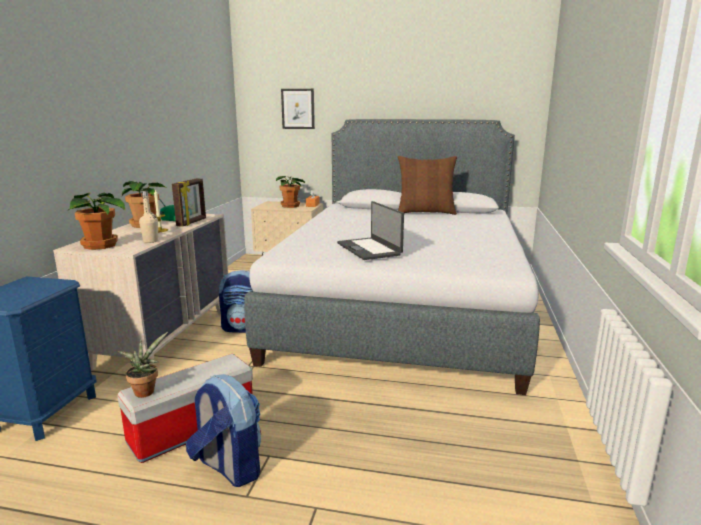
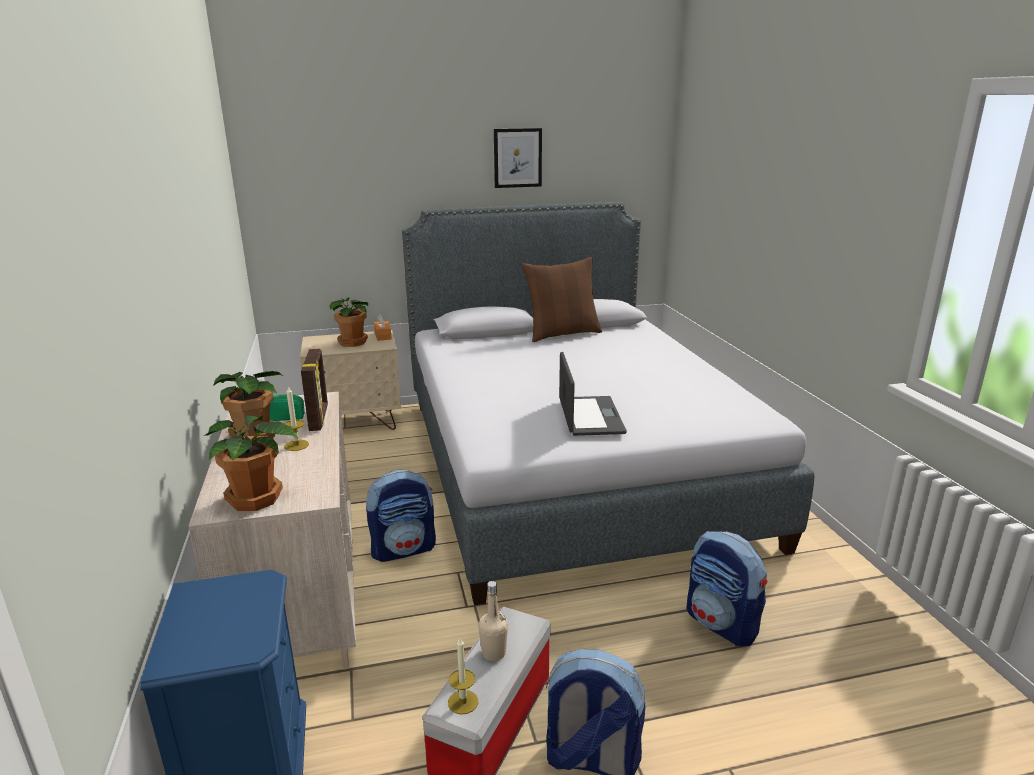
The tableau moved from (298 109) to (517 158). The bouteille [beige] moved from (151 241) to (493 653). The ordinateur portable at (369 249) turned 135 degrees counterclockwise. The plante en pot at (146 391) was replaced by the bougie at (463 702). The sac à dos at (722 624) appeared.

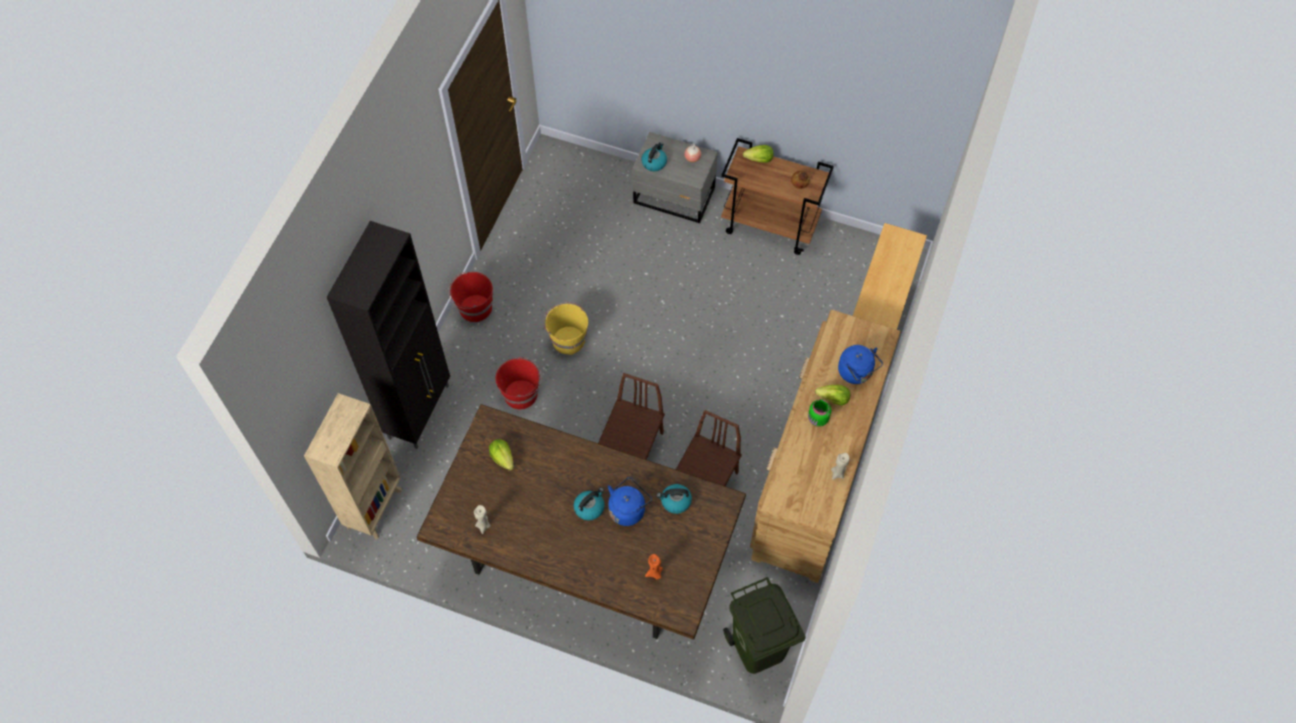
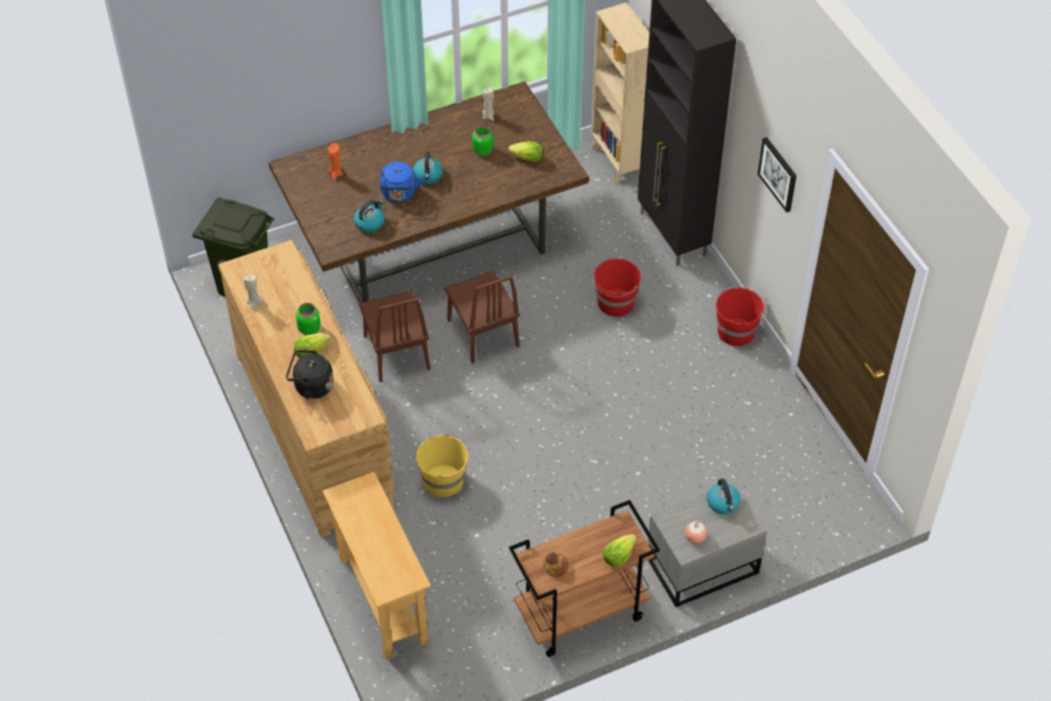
The seau [jaune] moved from (568 339) to (444 480). The bouilloire [bleu] at (856 373) became the bouilloire [noir] at (311 386). The bocal [vert] at (482 151) appeared. The tableau at (778 174) appeared.

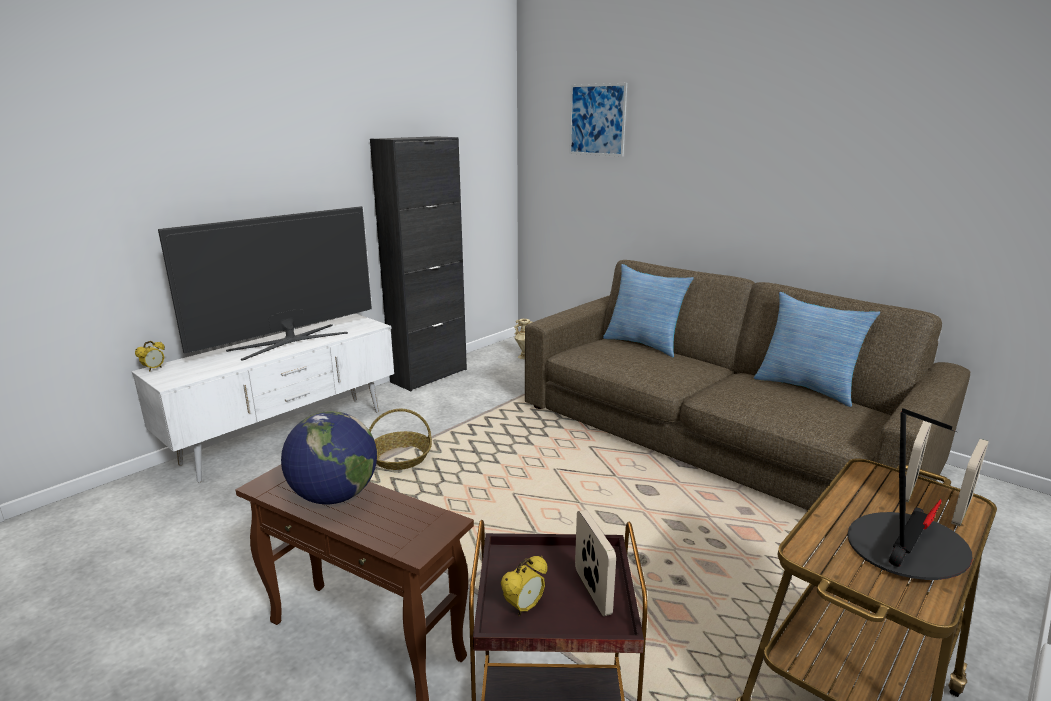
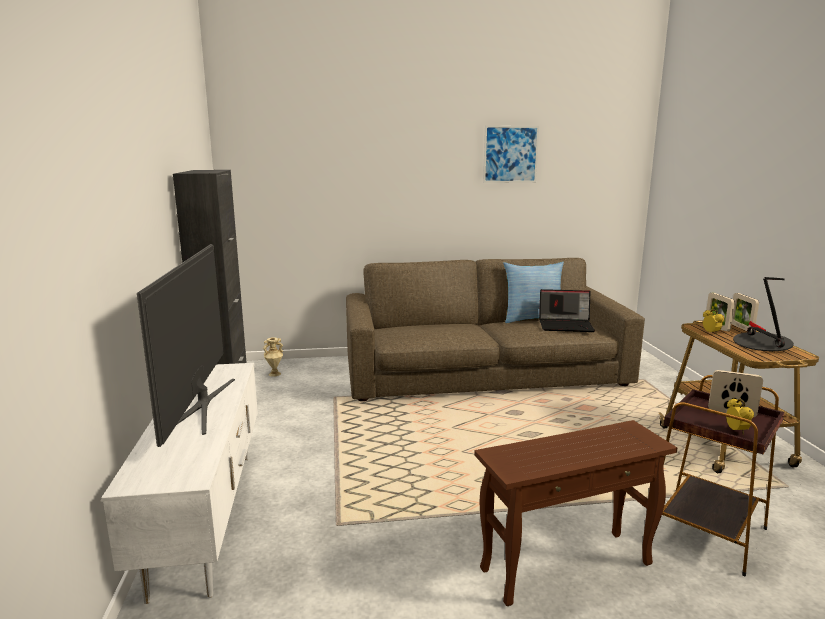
The tableau moved from (597 120) to (510 154). The coussin at (644 344) disappeared. The réveil moved from (154 369) to (711 333). The panier at (401 457) disappeared. The globe at (334 496) disappeared. The ordinateur portable at (566 325) appeared.

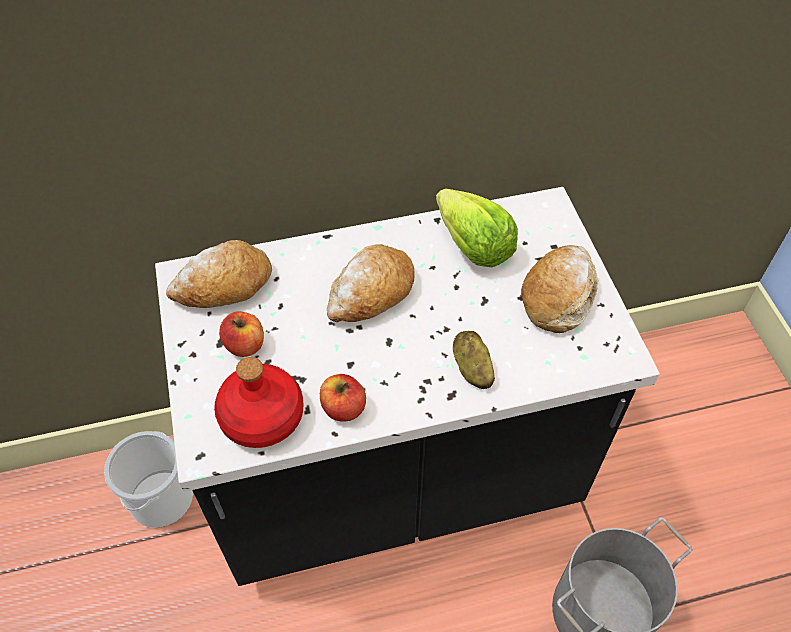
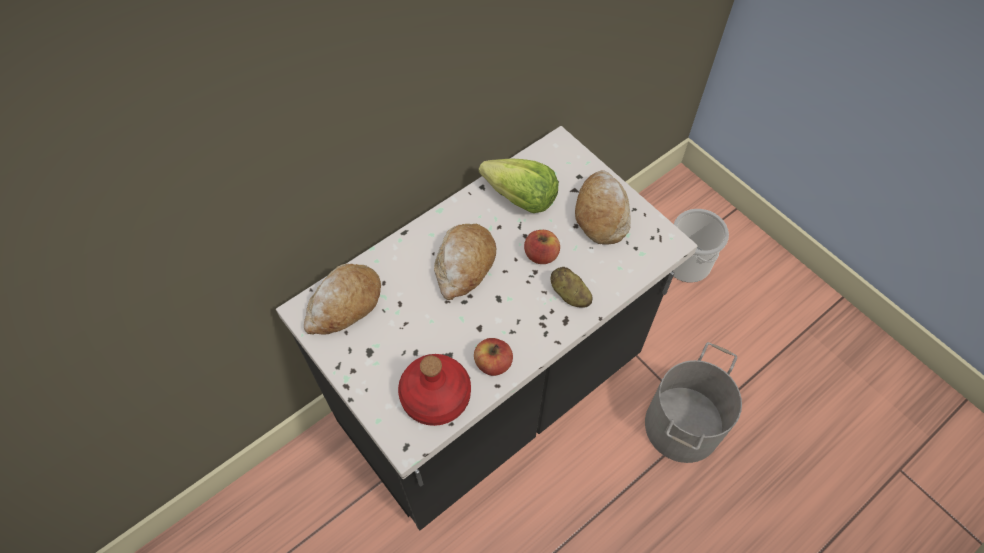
The pomme moved from (245 345) to (541 255). The seau moved from (161 497) to (686 262).

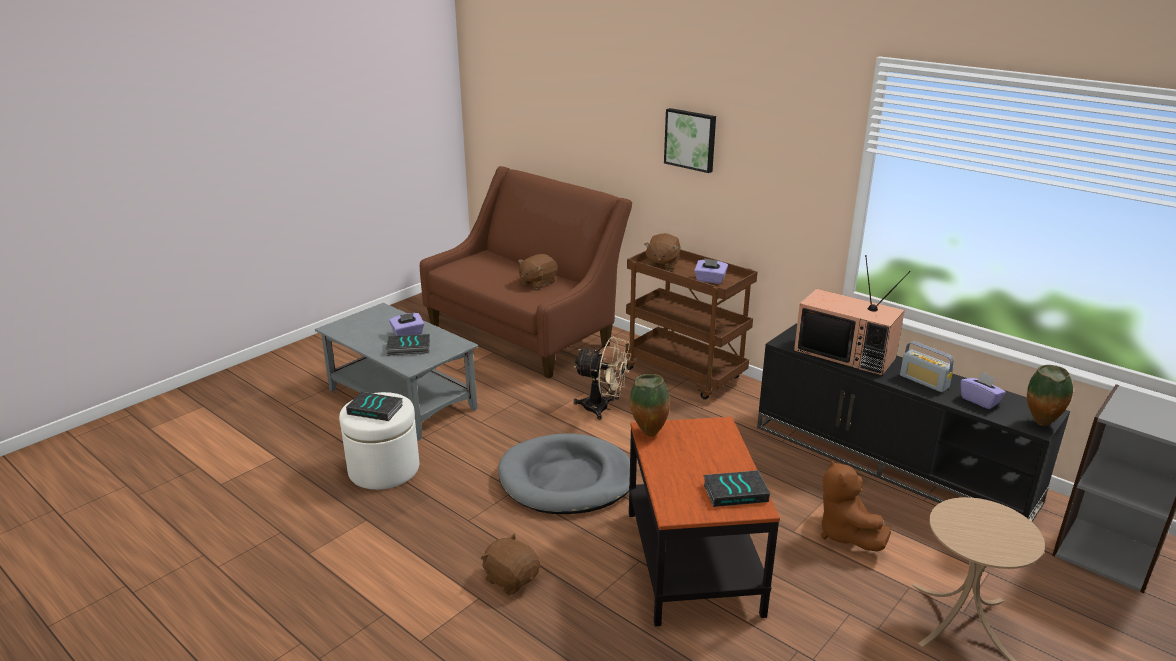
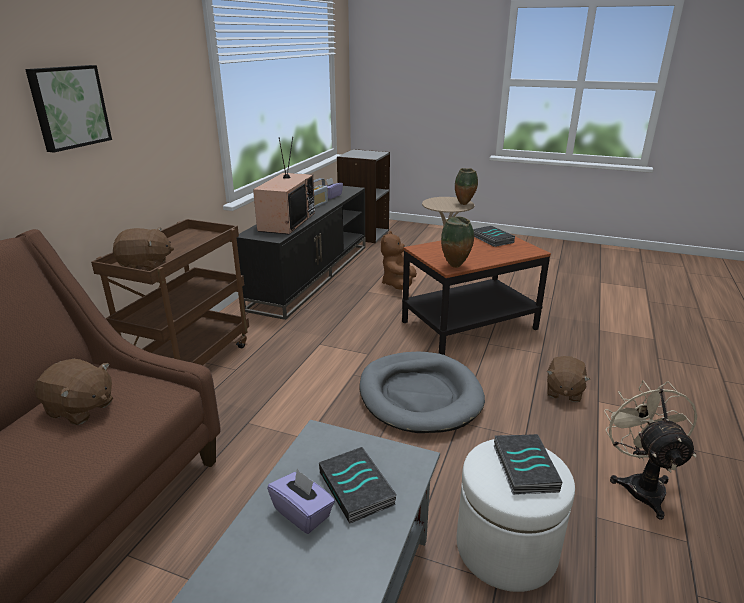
The boîte à mouchoirs [violet] at (710 280) disappeared. The ventilateur [beige] moved from (602 408) to (640 484). The vase moved from (1041 424) to (464 204). The peluche [marron] at (845 534) turned 135 degrees clockwise.

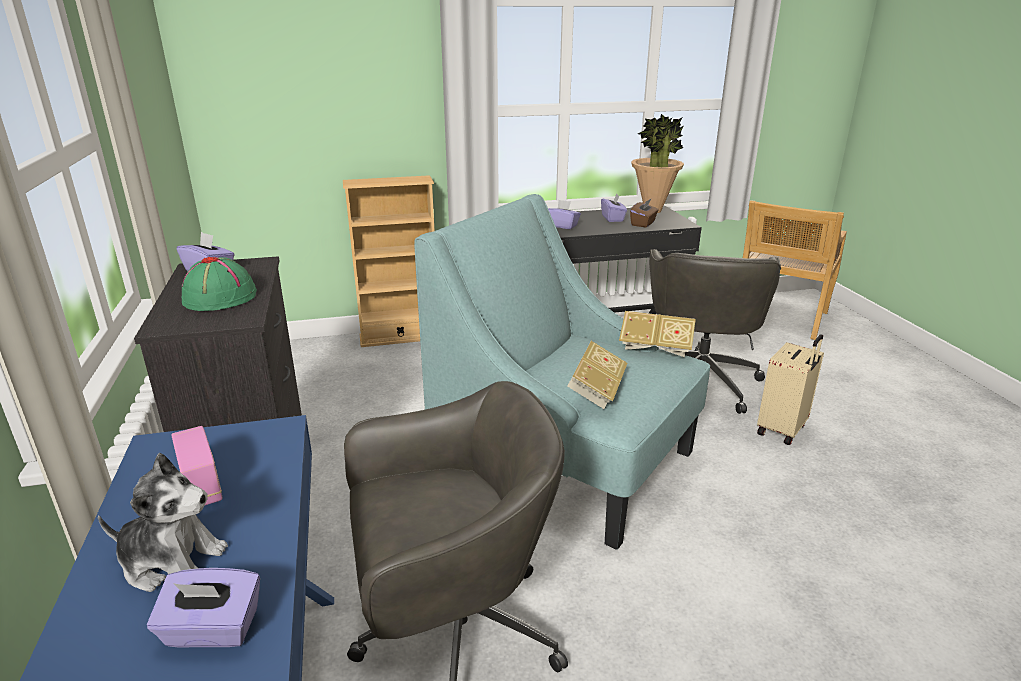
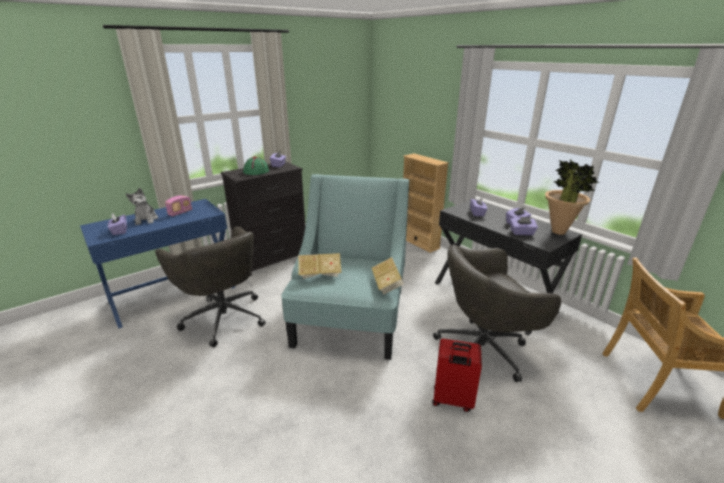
The boîte à mouchoirs [marron] at (643 223) became the boîte à mouchoirs [violet] at (522 233). The valise [beige] at (783 430) became the valise [rouge] at (452 400).

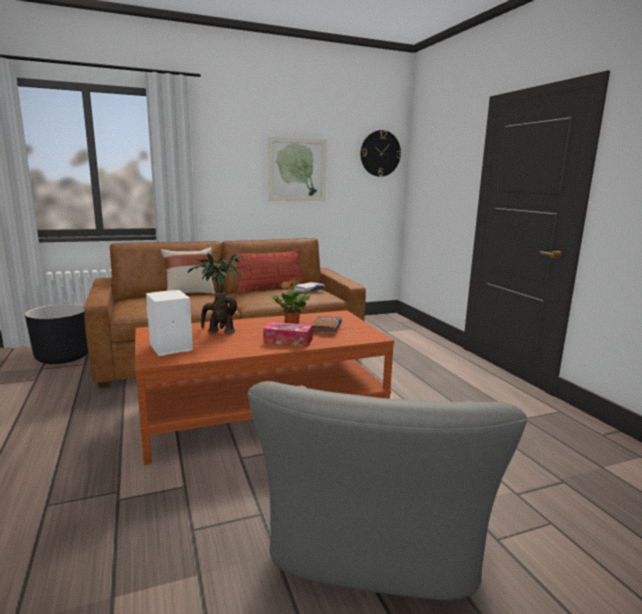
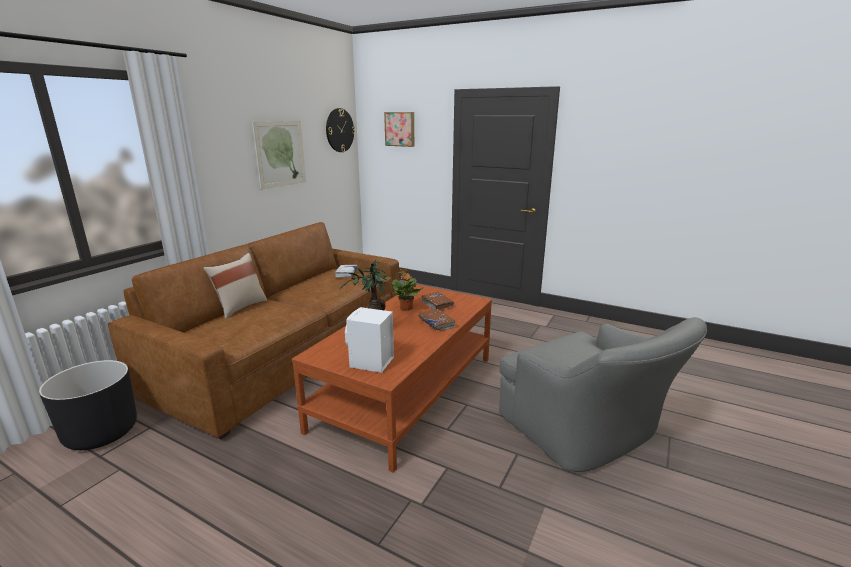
The coussin at (270 289) disappeared. The boîte à mouchoirs at (288 341) was replaced by the livre [marron] at (436 323). The tableau at (400 129) appeared.

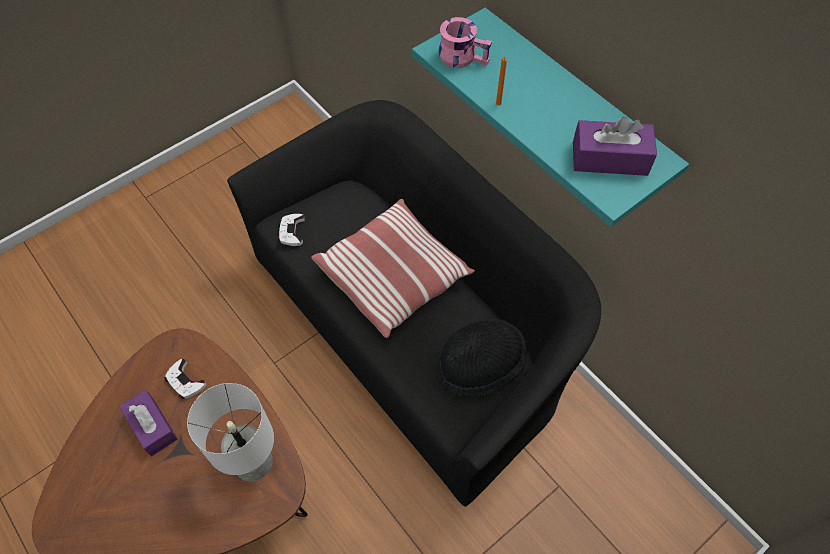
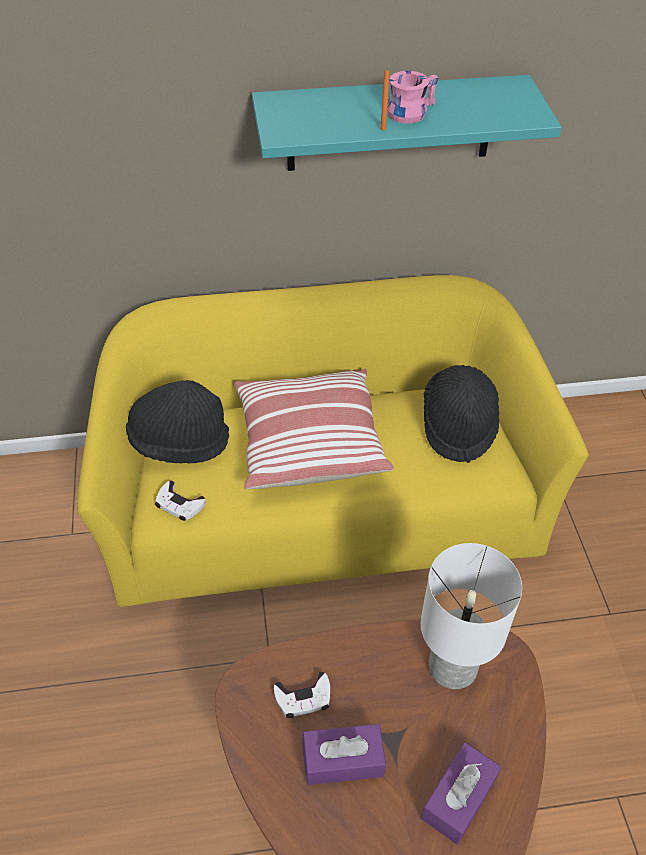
The mug [rose] moved from (463 55) to (409 111). The canapé [noir] at (414 328) became the canapé [jaune] at (322 506). The boîte à mouchoirs [violet] moved from (609 158) to (459 798). The chapeau [noir] at (178 441) appeared.

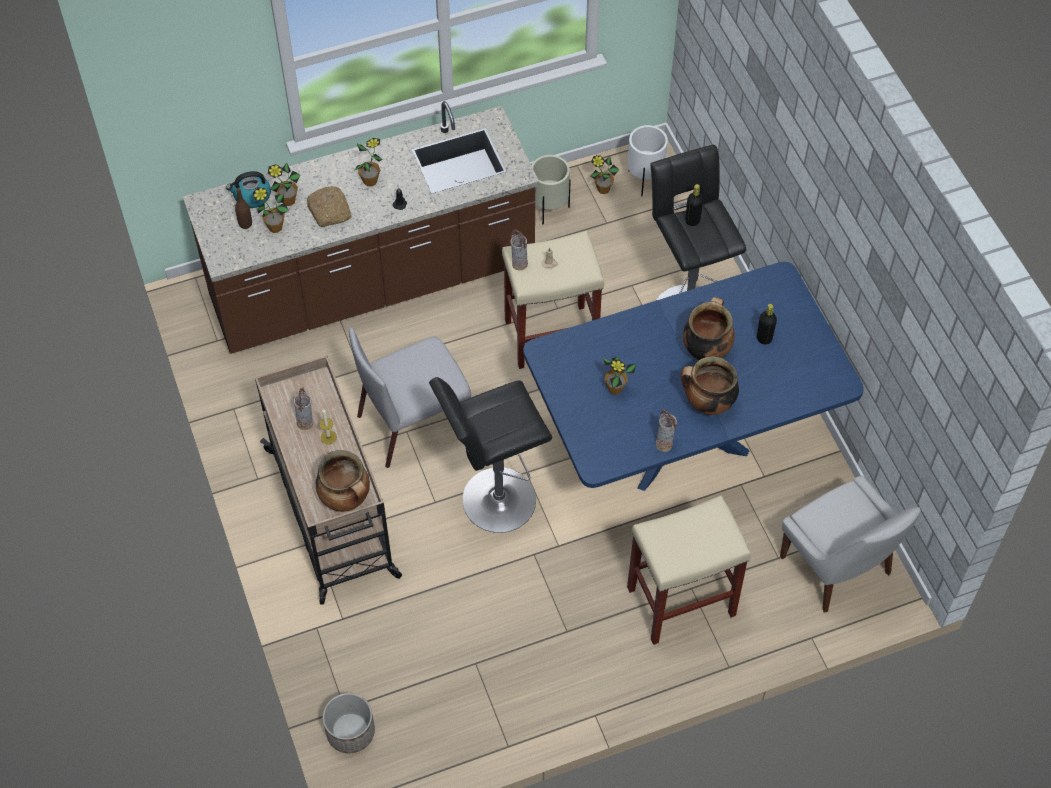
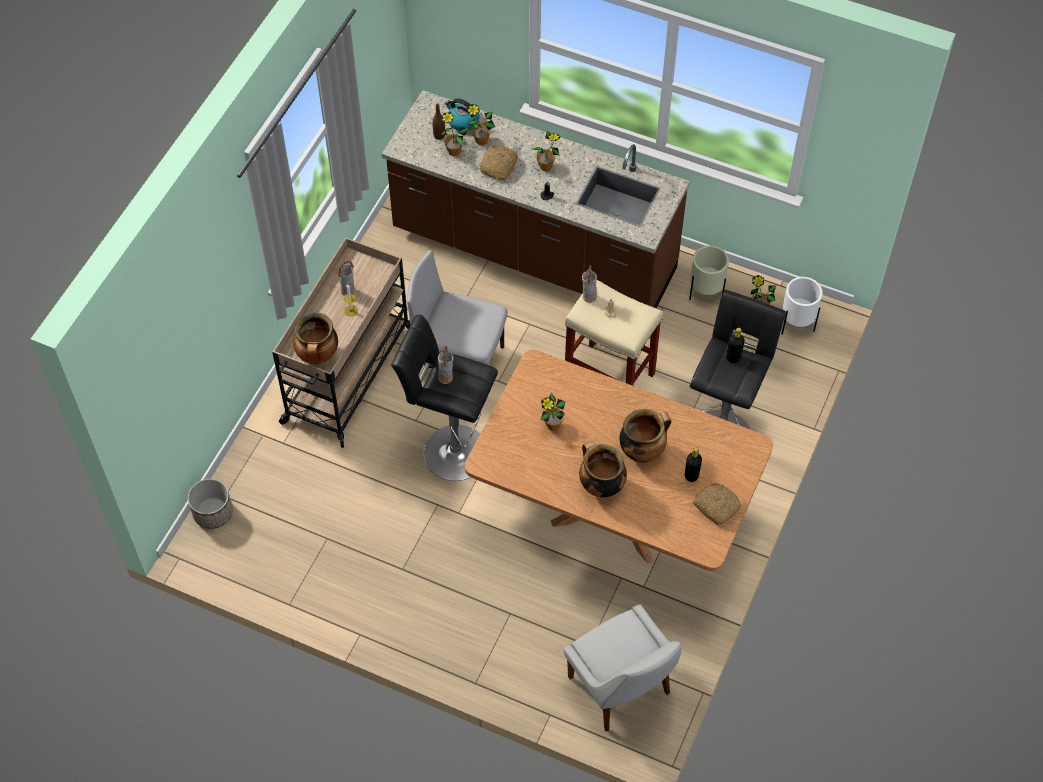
The table à manger [bleu] at (681 442) became the table à manger [marron] at (613 517). The vase moved from (664 444) to (446 378). The chaise [blanc] at (838 568) turned 45 degrees counterclockwise. The tabouret [beige] at (680 602) disappeared. The pain at (715 506) appeared.

